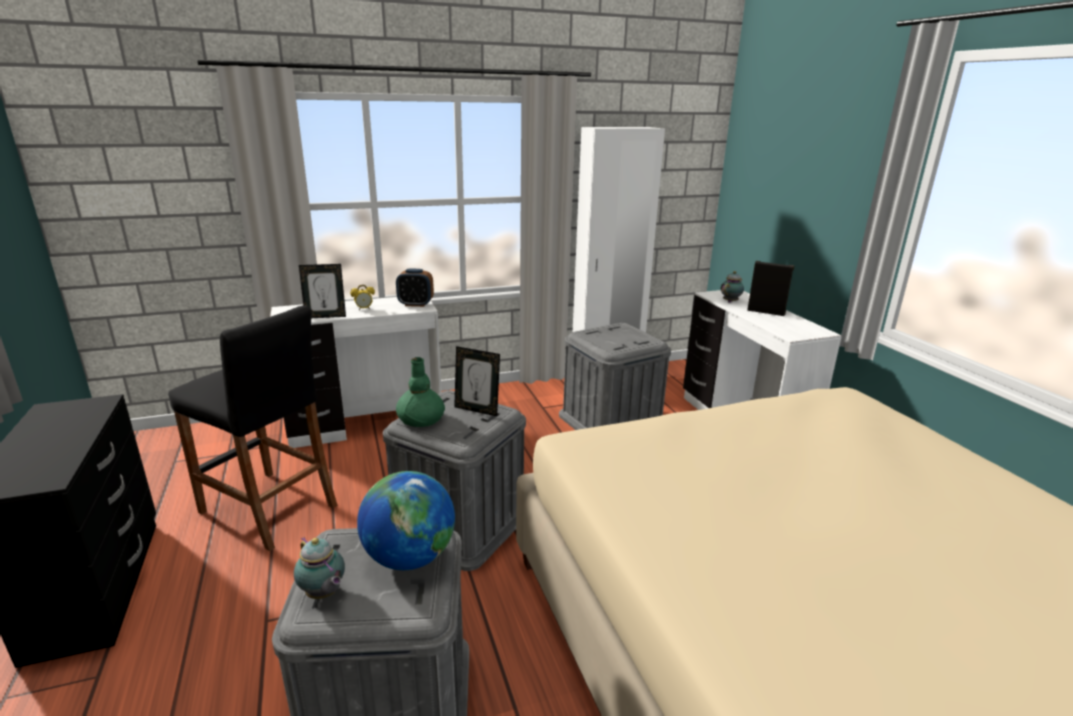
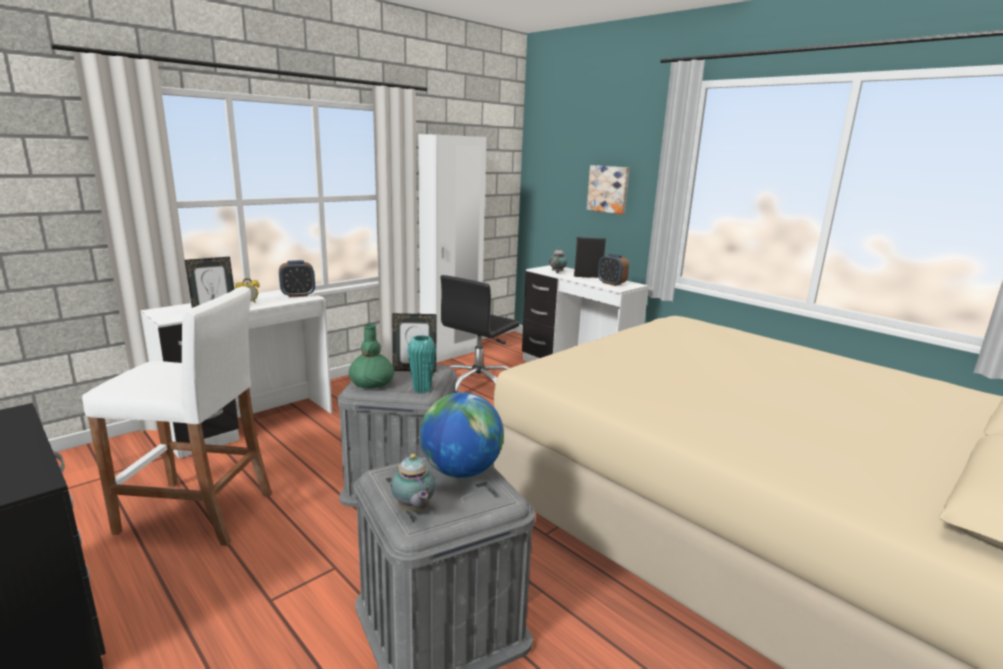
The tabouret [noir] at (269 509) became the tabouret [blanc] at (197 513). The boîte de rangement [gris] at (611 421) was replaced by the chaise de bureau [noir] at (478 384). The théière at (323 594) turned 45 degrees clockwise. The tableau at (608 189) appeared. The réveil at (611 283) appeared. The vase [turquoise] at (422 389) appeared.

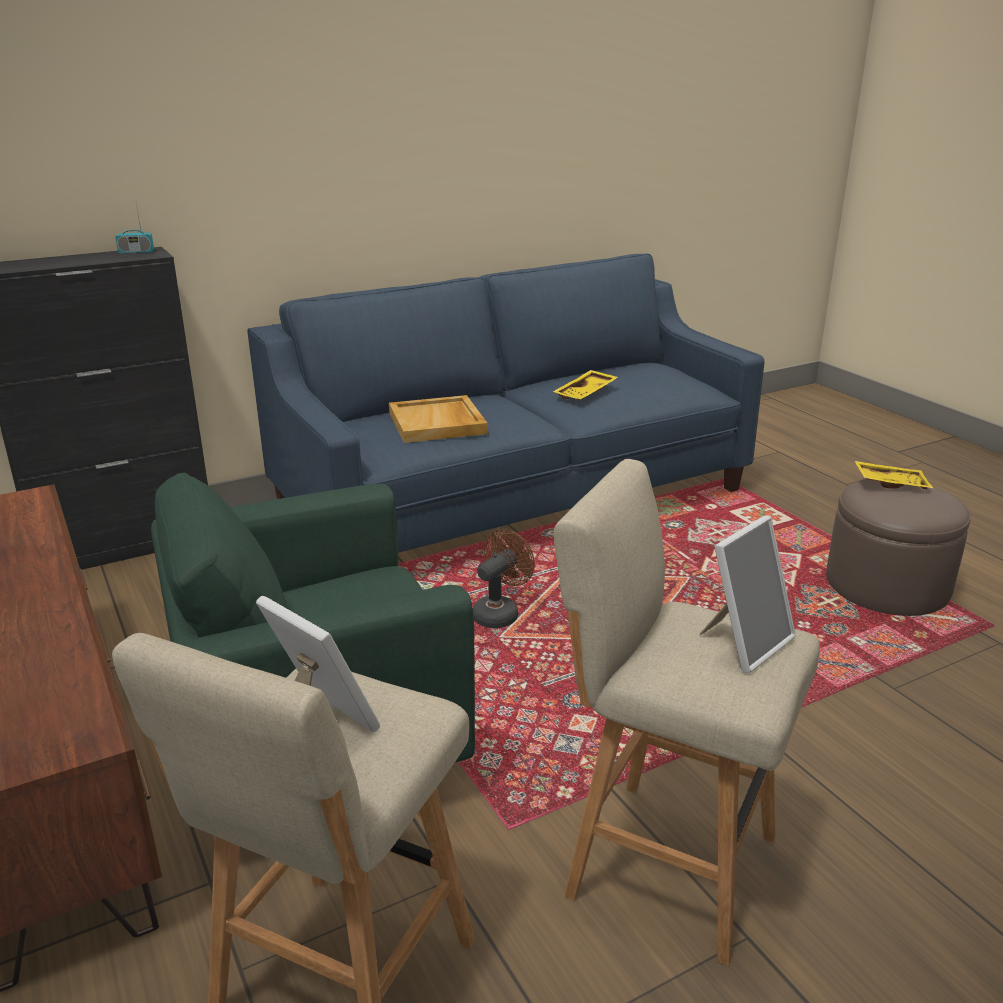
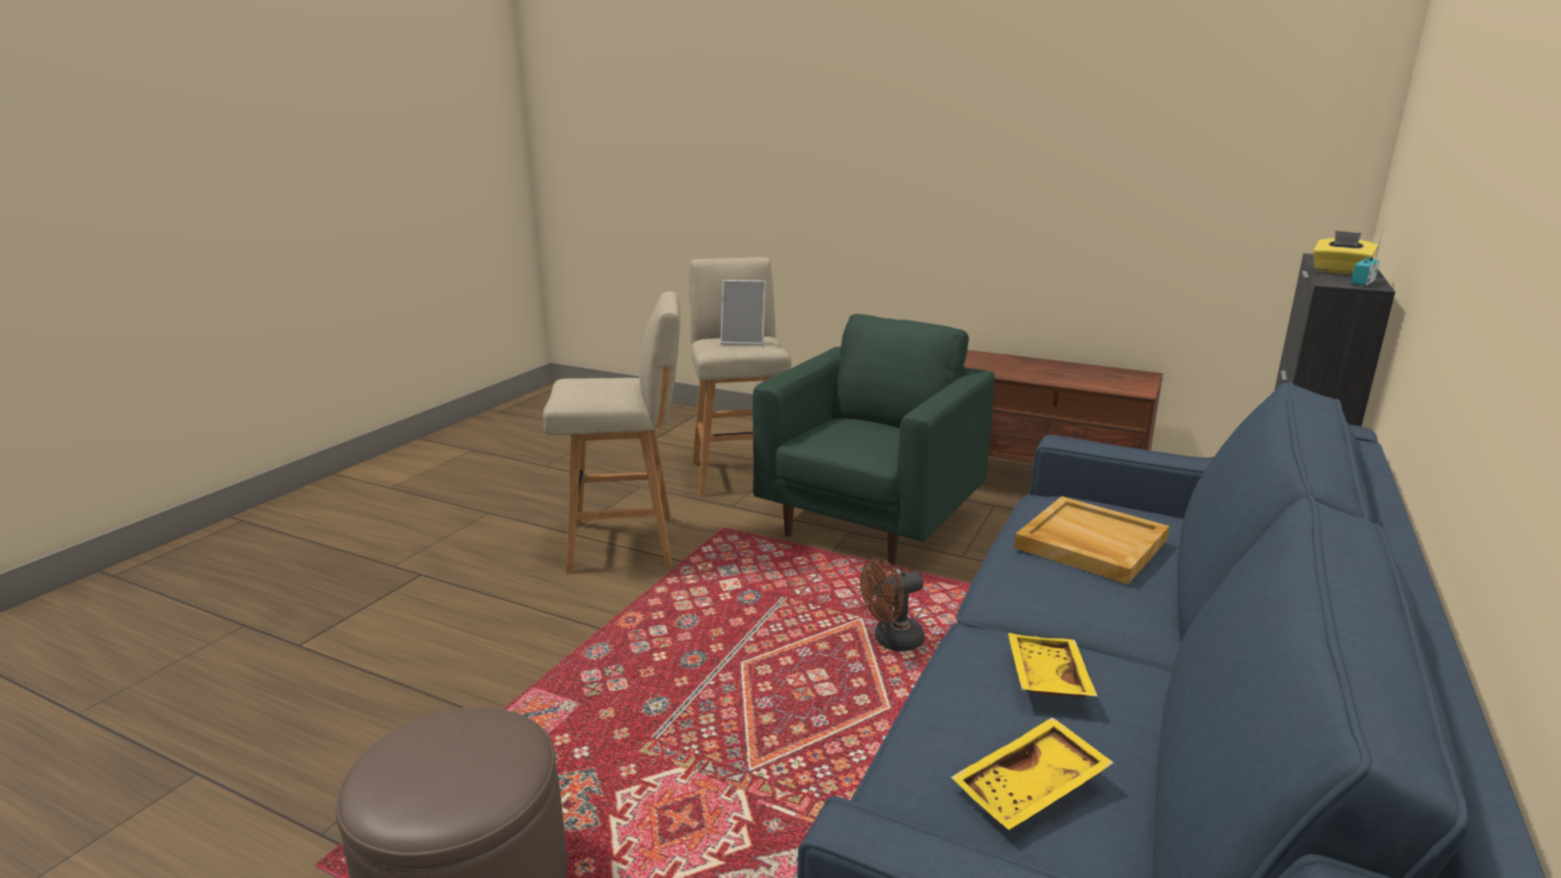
The plateau [jaune] moved from (890 483) to (1032 789). The cadre photo at (744 642) disappeared. The ventilateur [marron] at (500 613) turned 60 degrees clockwise. The boîte à mouchoirs [jaune] at (1339 272) appeared.

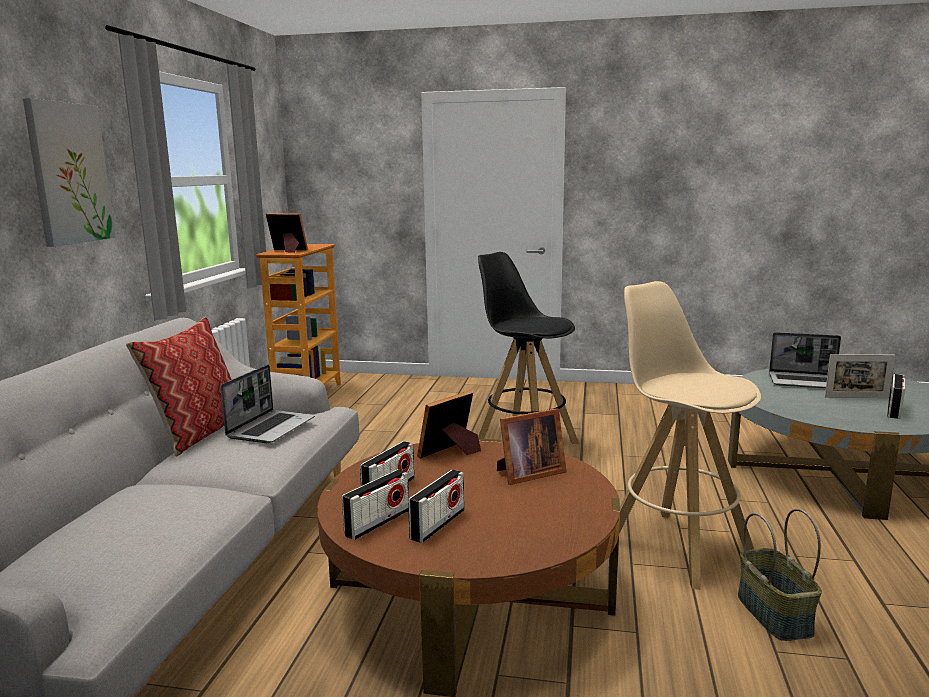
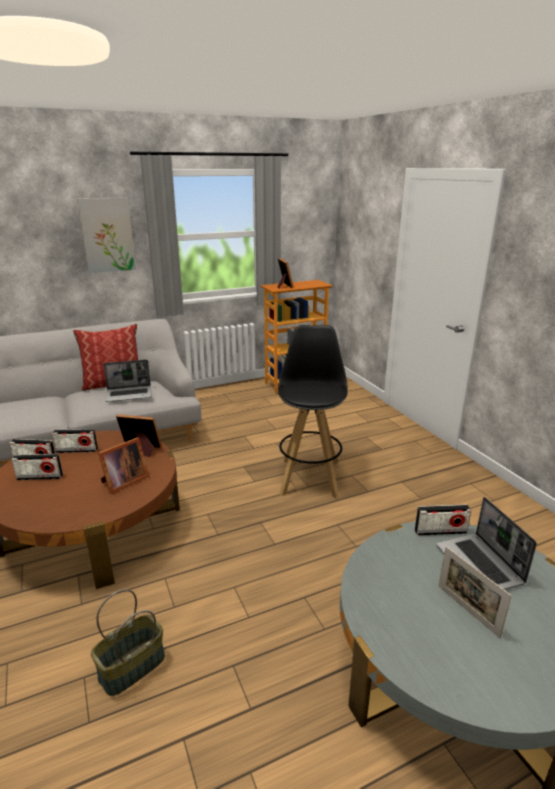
The tabouret [beige] at (676 546) disappeared. The radio moved from (894 410) to (440 531). The cadre photo at (527 474) turned 75 degrees counterclockwise.

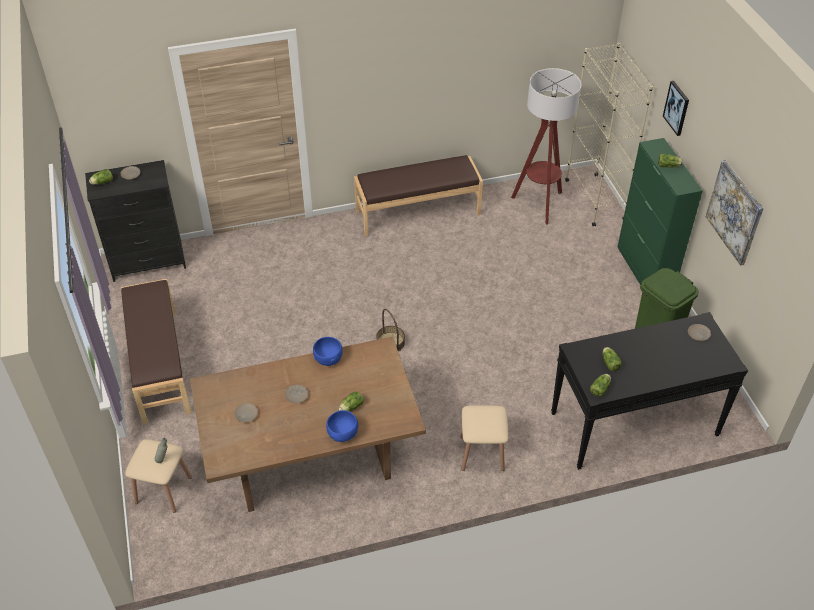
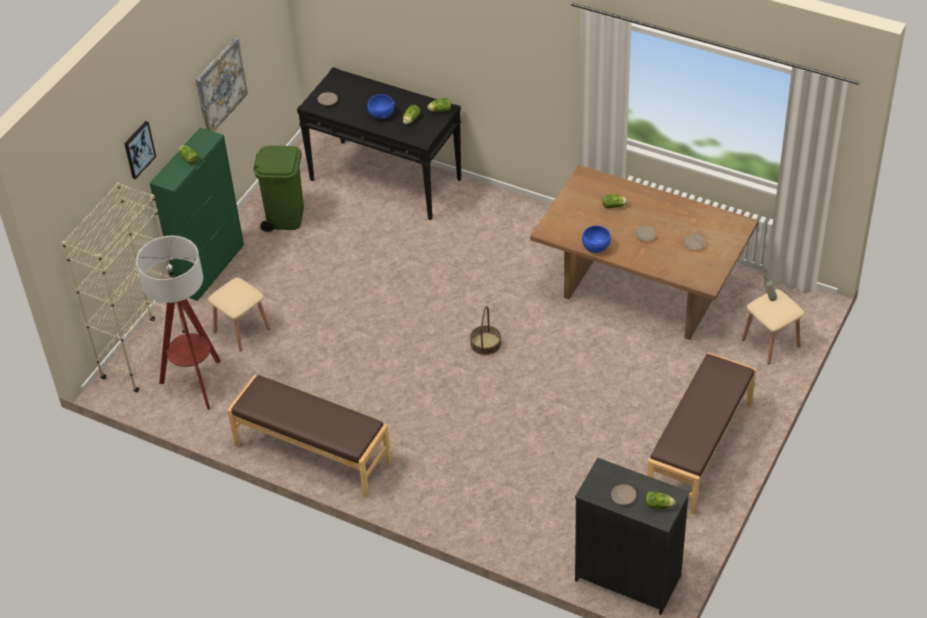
The tabouret [beige] moved from (482 453) to (242 330). The bol [bleu] moved from (343 434) to (381 115).

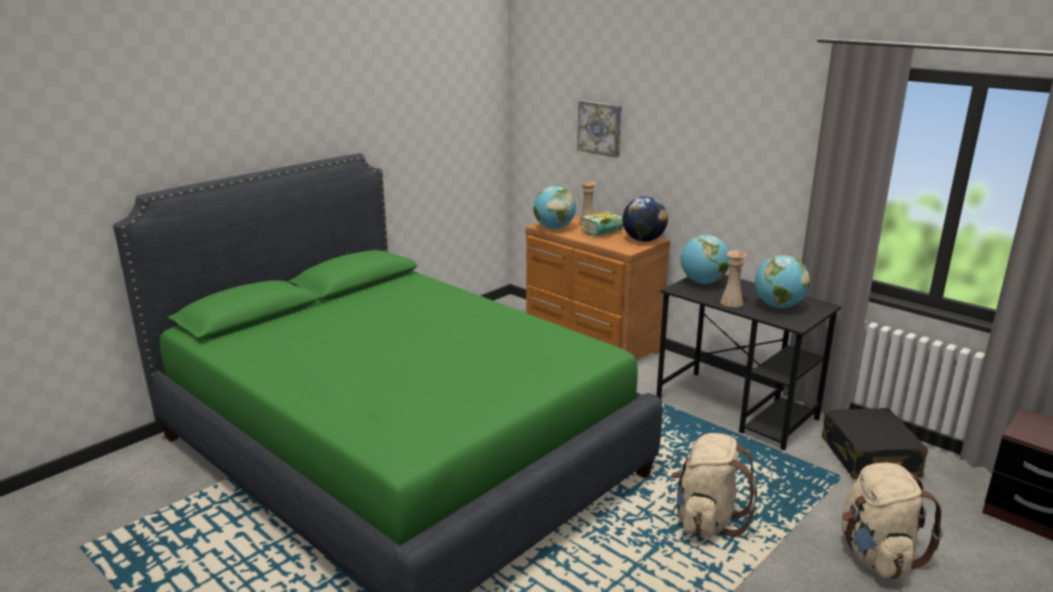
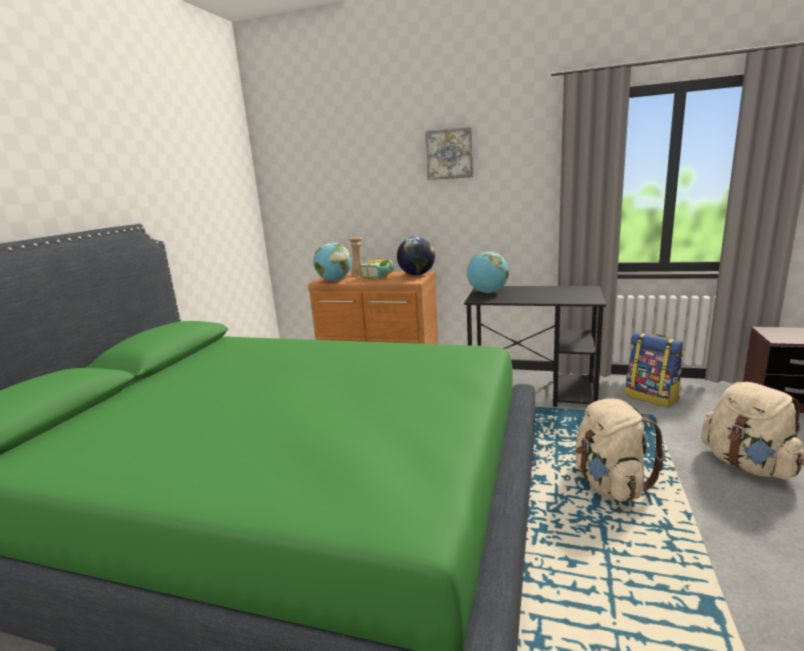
The tableau moved from (600 128) to (450 154). The vase [beige] at (731 302) disappeared. The globe at (778 306) disappeared. The valise [noir] at (869 457) was replaced by the sac à dos at (652 397).

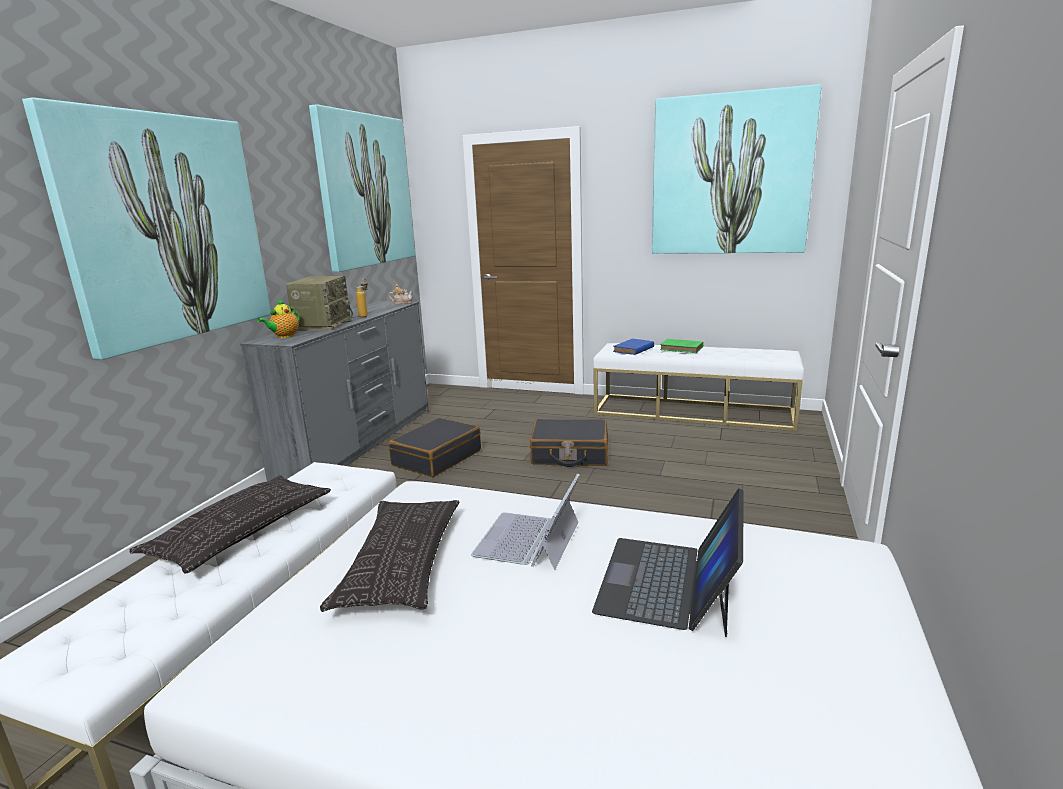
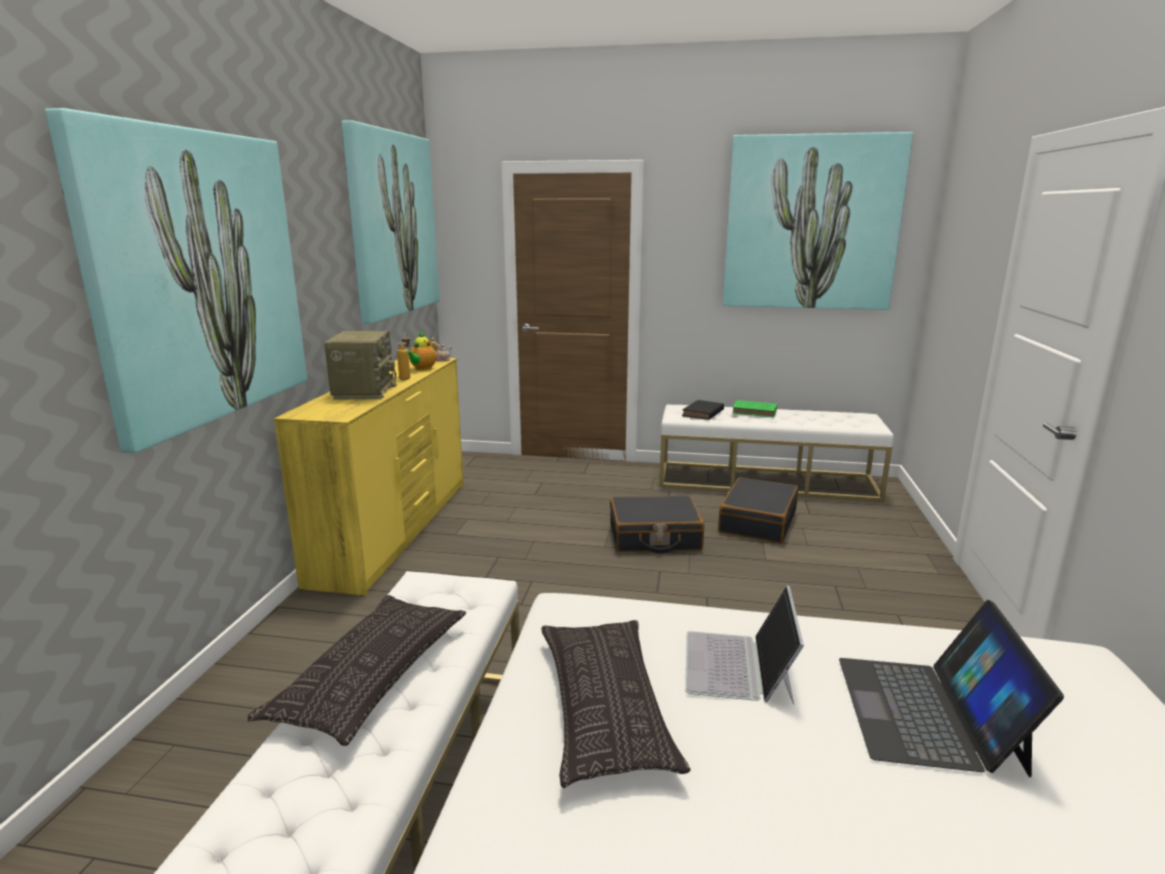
The théière moved from (284 336) to (422 369). The commode [gris] at (360 442) became the commode [jaune] at (396 530). The livre [bleu] at (633 350) became the livre [noir] at (702 413). The valise [noir] moved from (436 458) to (757 522).

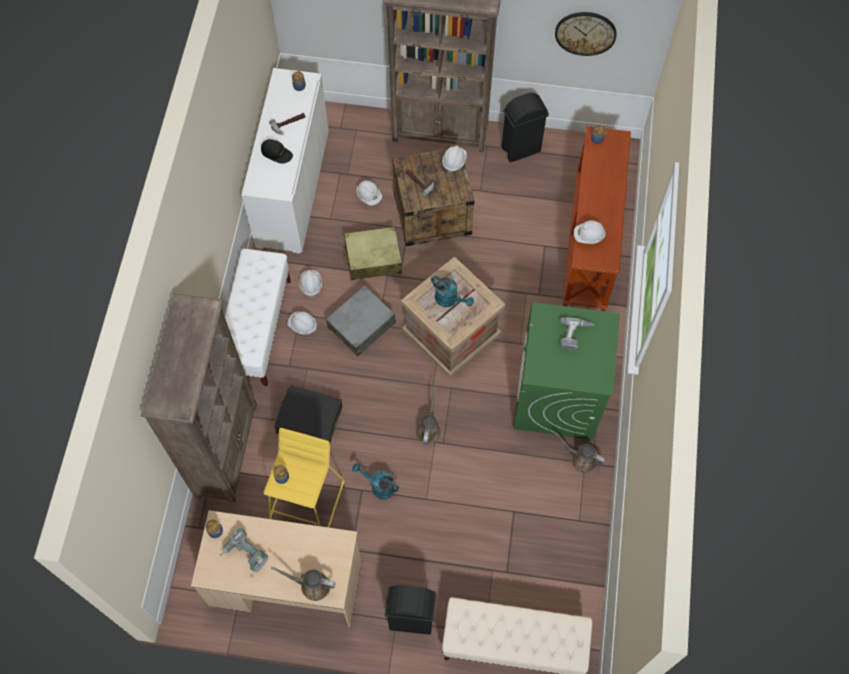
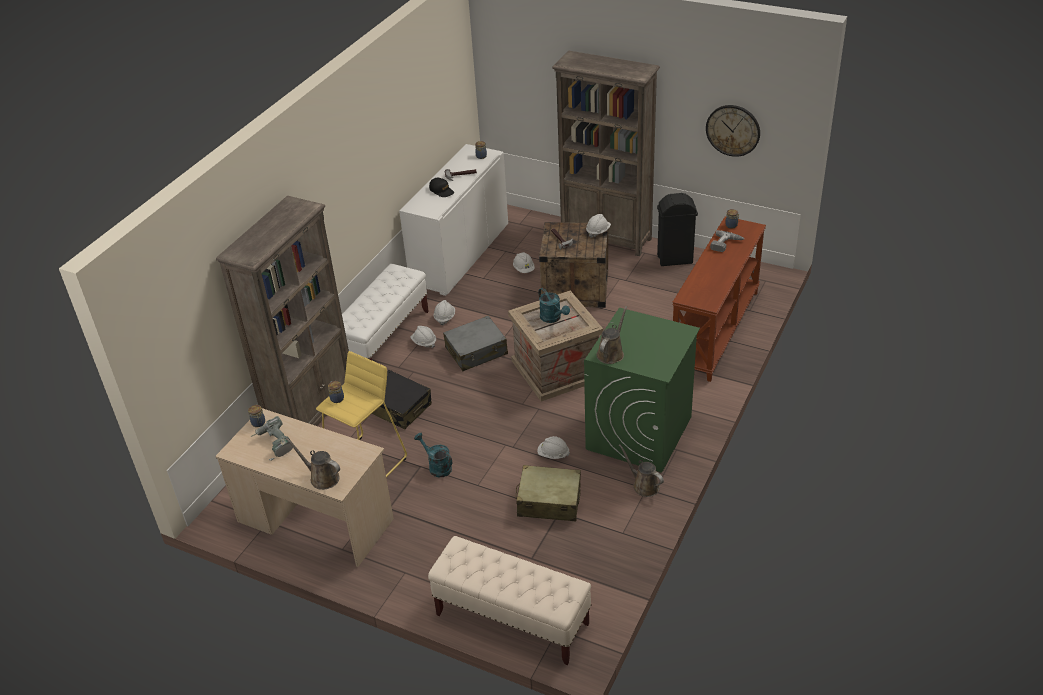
The casque de chantier [blanc] moved from (588 236) to (553 454). The valise [beige] moved from (373 258) to (549 501). The perceuse moved from (575 335) to (726 244). The arrosoir [marron] moved from (428 429) to (611 353). The poubelle [noir] at (410 619) disappeared.

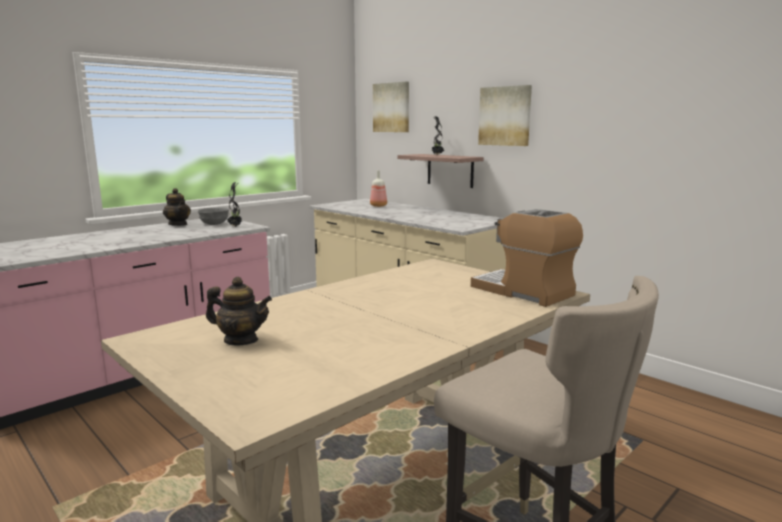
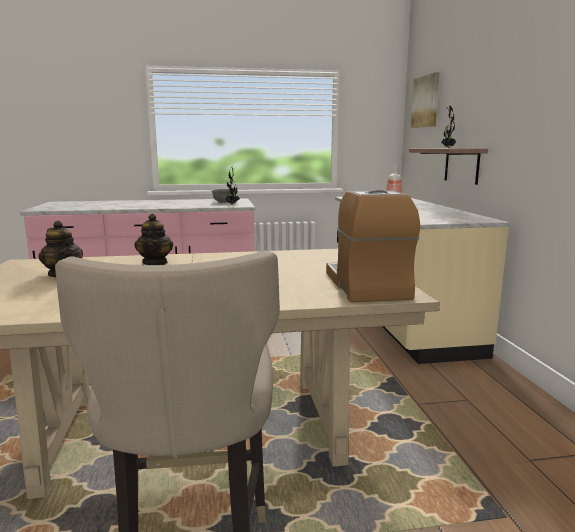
The tableau at (505 116) disappeared. The théière moved from (178 224) to (155 263).

